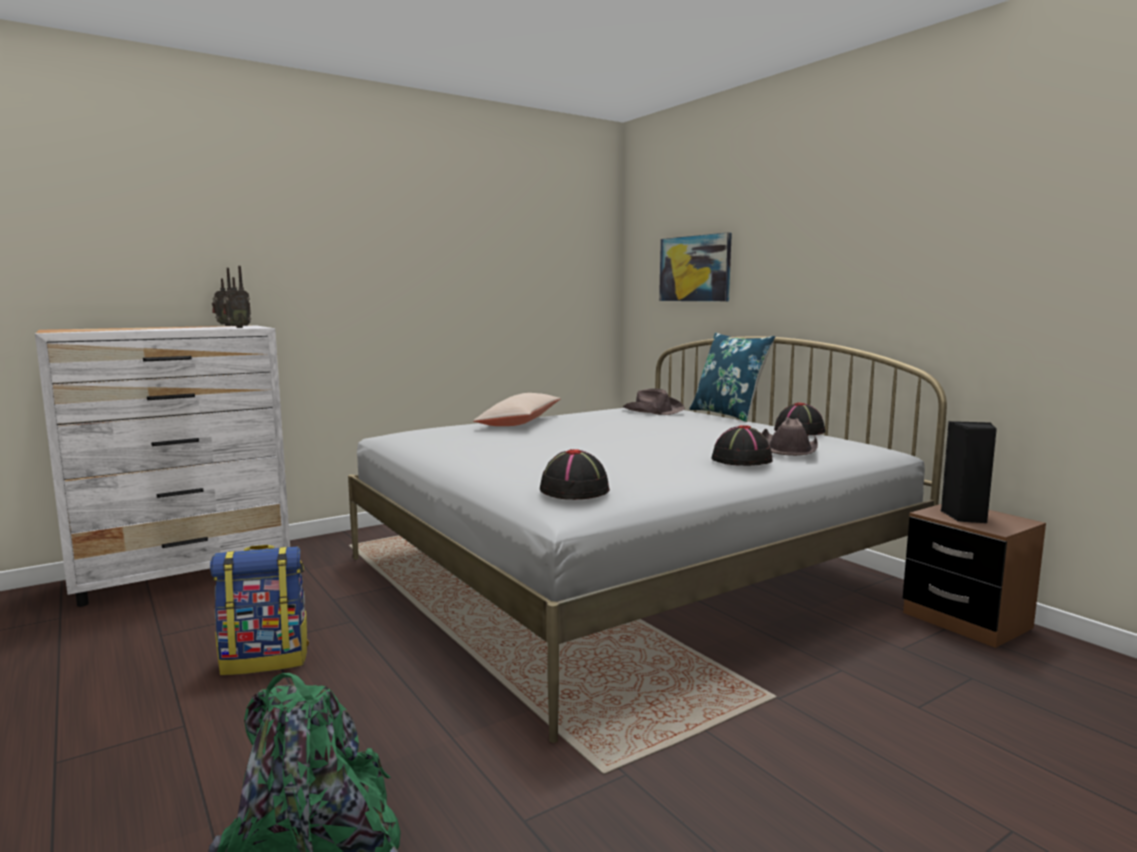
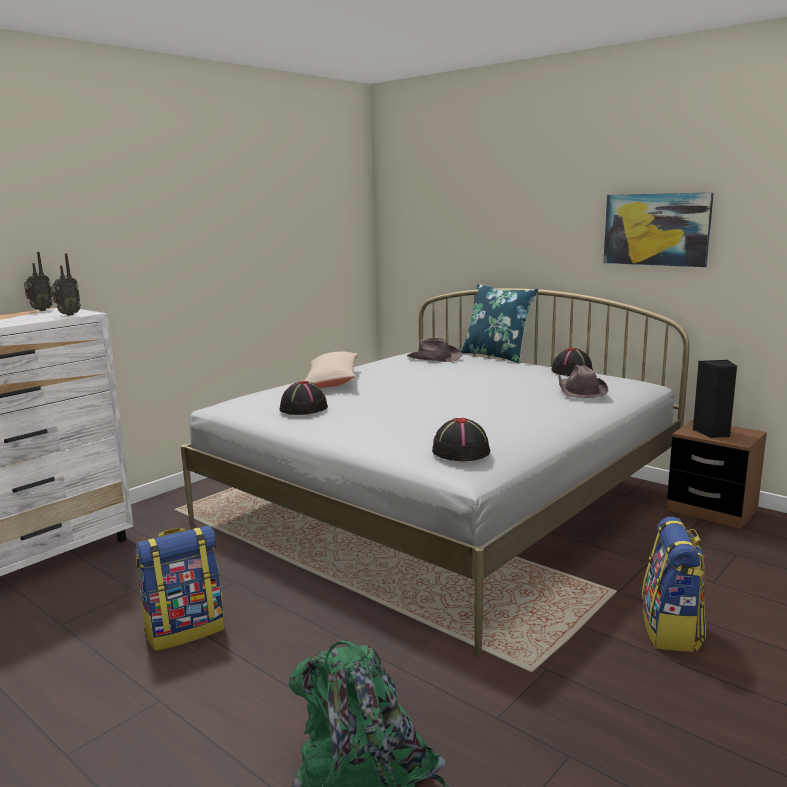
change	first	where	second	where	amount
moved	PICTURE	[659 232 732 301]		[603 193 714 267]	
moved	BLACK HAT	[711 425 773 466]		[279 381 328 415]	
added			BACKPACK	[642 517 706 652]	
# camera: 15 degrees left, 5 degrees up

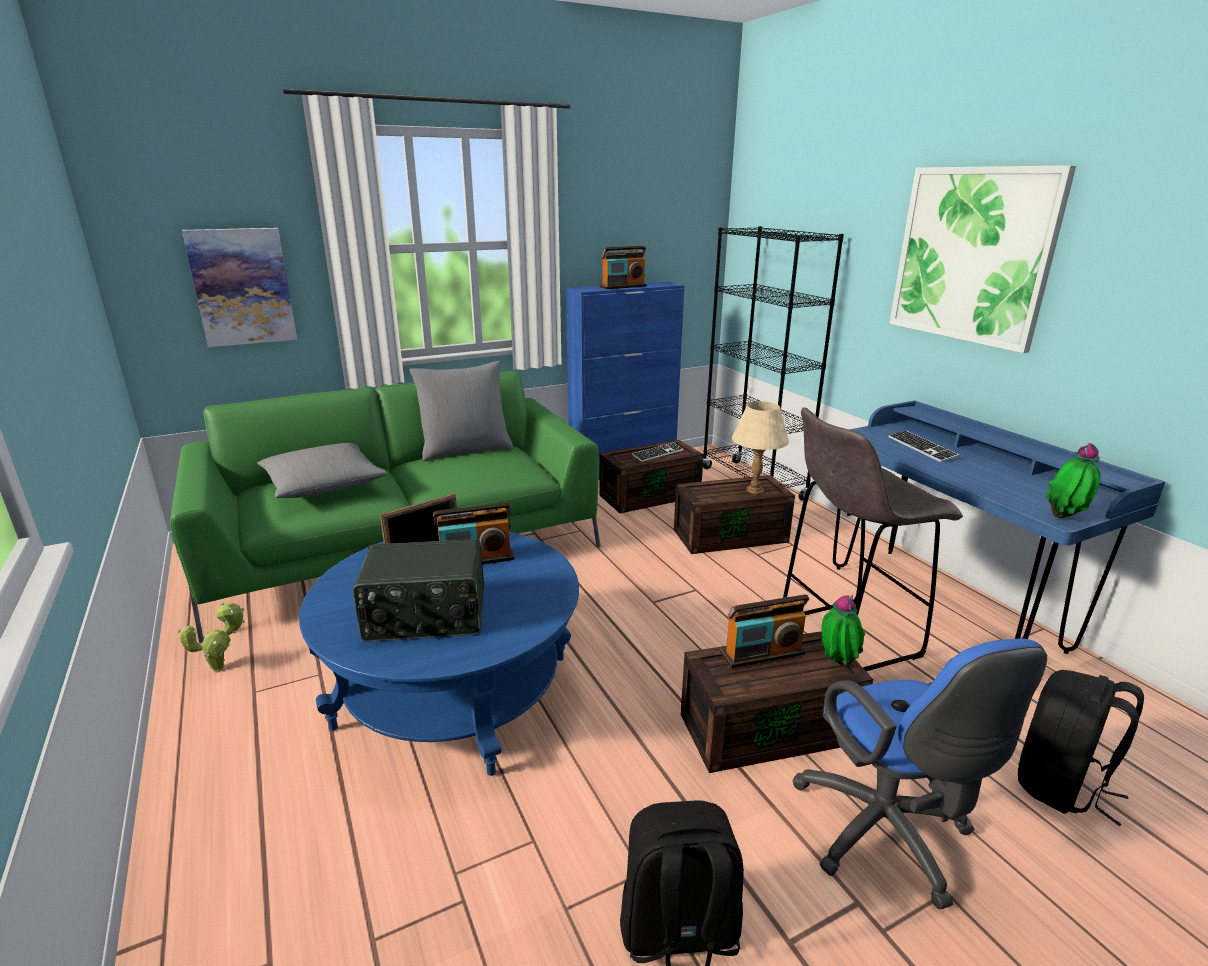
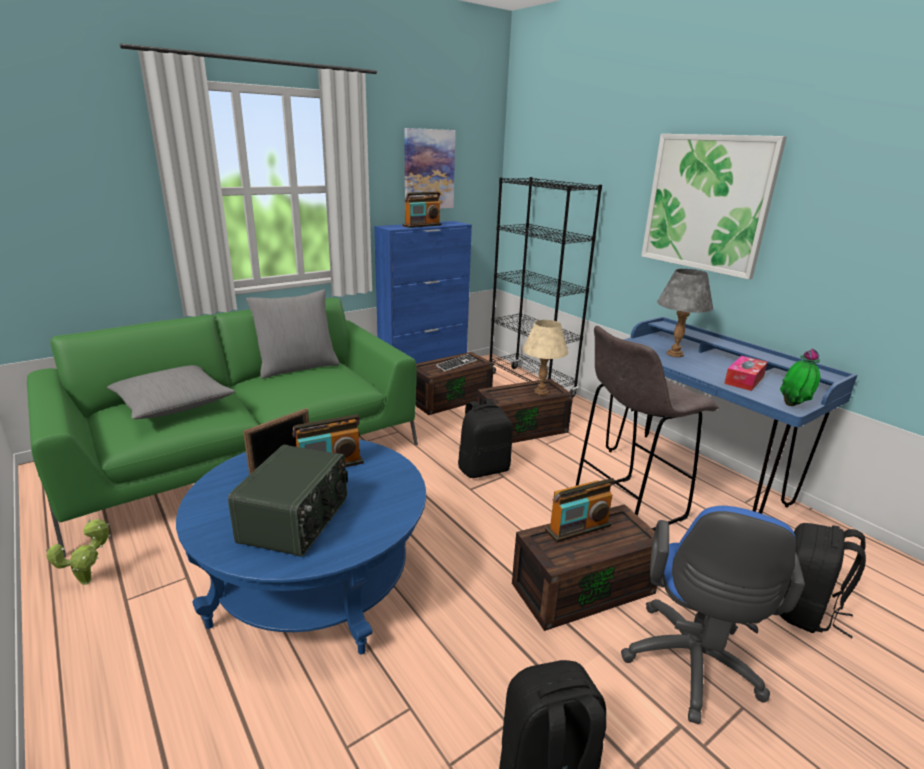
change	first	where	second	where	amount
moved	PICTURE	[182 228 297 347]		[404 128 455 209]	
turned	RADIO	[353 539 484 642]		[228 445 348 557]	60 degrees counterclockwise
turned	BLUE OFFICE CHAIR	[792 638 1047 909]		[621 506 805 724]	45 degrees clockwise
removed	POTTED PLANT	[821 595 865 666]			
replaced	KEYBOARD	[888 430 959 462]	GREY TABLE LAMP	[657 269 713 357]	
added			BLACK BACKPACK	[458 399 513 478]	
added			TISSUE BOX	[724 356 768 391]	
# camera: 10 degrees left, 0 degrees up

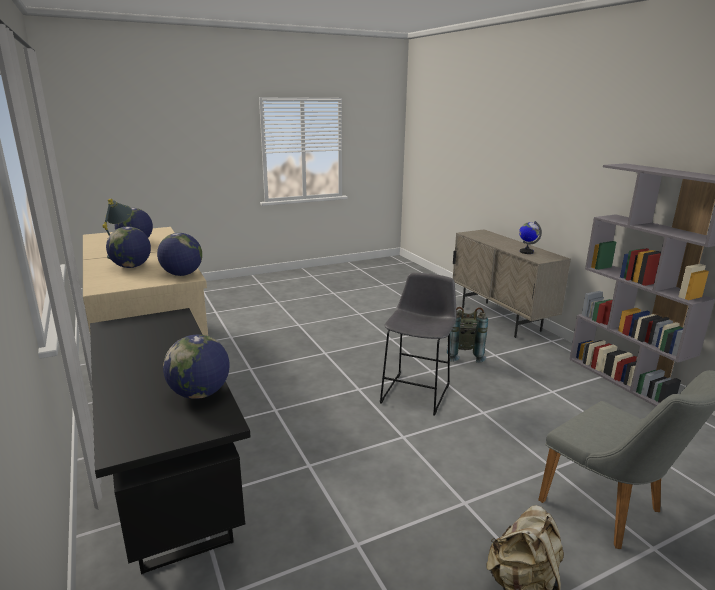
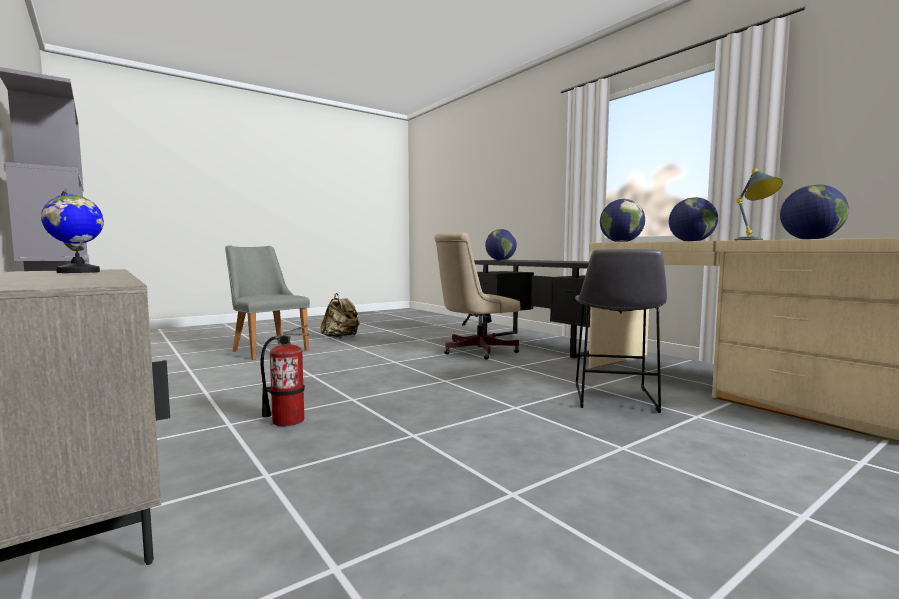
change	first	where	second	where	amount
moved	GREY STOOL	[380 273 456 416]		[575 249 667 413]	
replaced	GREY BACKPACK	[447 307 488 363]	FIRE EXTINGUISHER	[261 324 309 426]	
added			BEIGE OFFICE CHAIR	[434 233 520 360]	
# camera: 170 degrees right, 15 degrees down

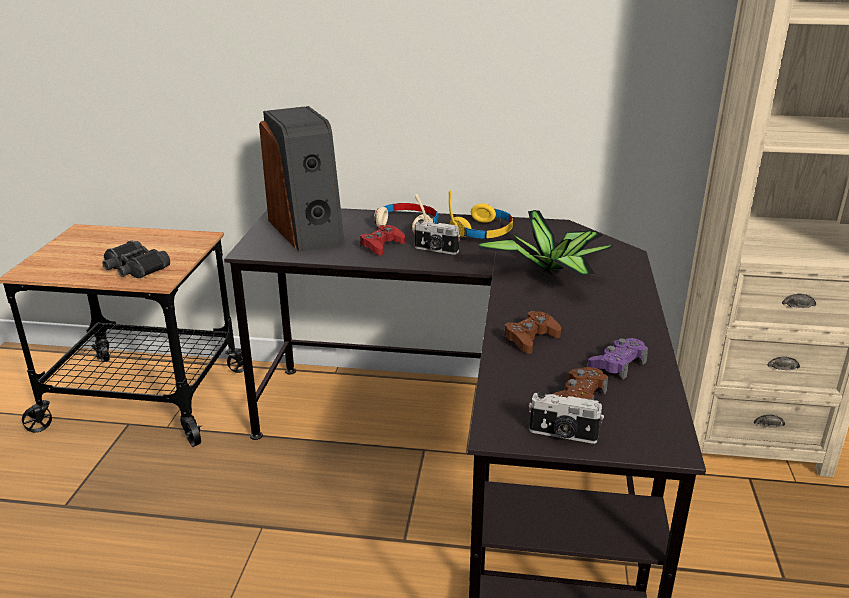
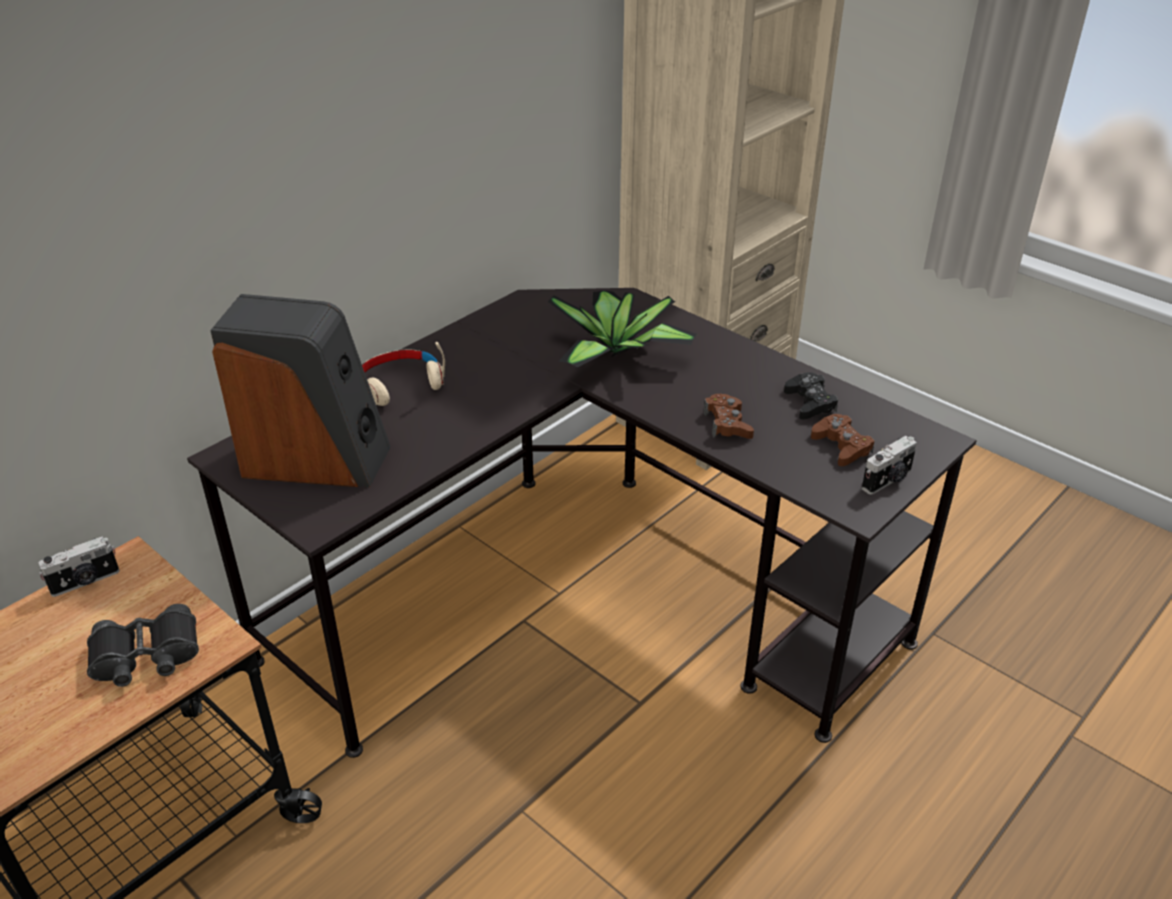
change	first	where	second	where	amount
removed	RED GAME CONTROLLER	[360 225 405 255]			
moved	PHOTO CAMERA	[414 219 460 255]		[38 536 119 597]	
removed	YELLOW HEADPHONES	[449 190 513 239]			
recoloured	PURPLE GAME CONTROLLER	[587 338 648 380]	BLACK GAME CONTROLLER	[784 372 838 419]	
# camera: 55 degrees left, 10 degrees up

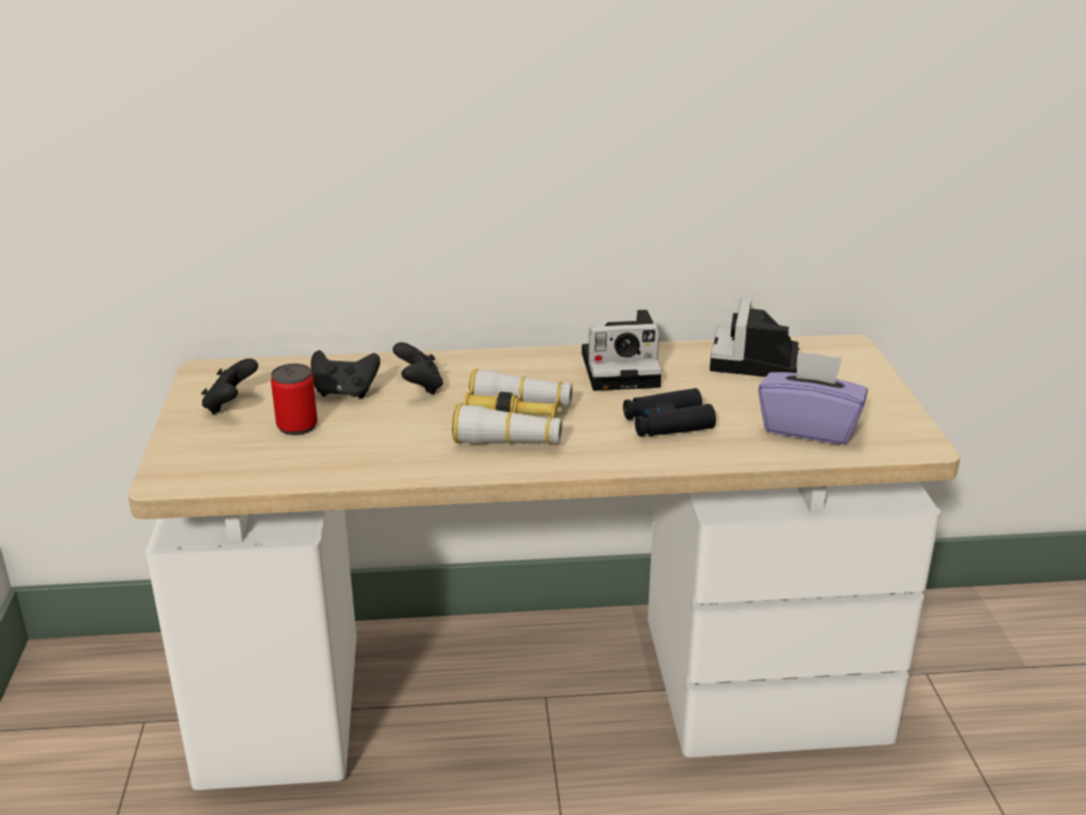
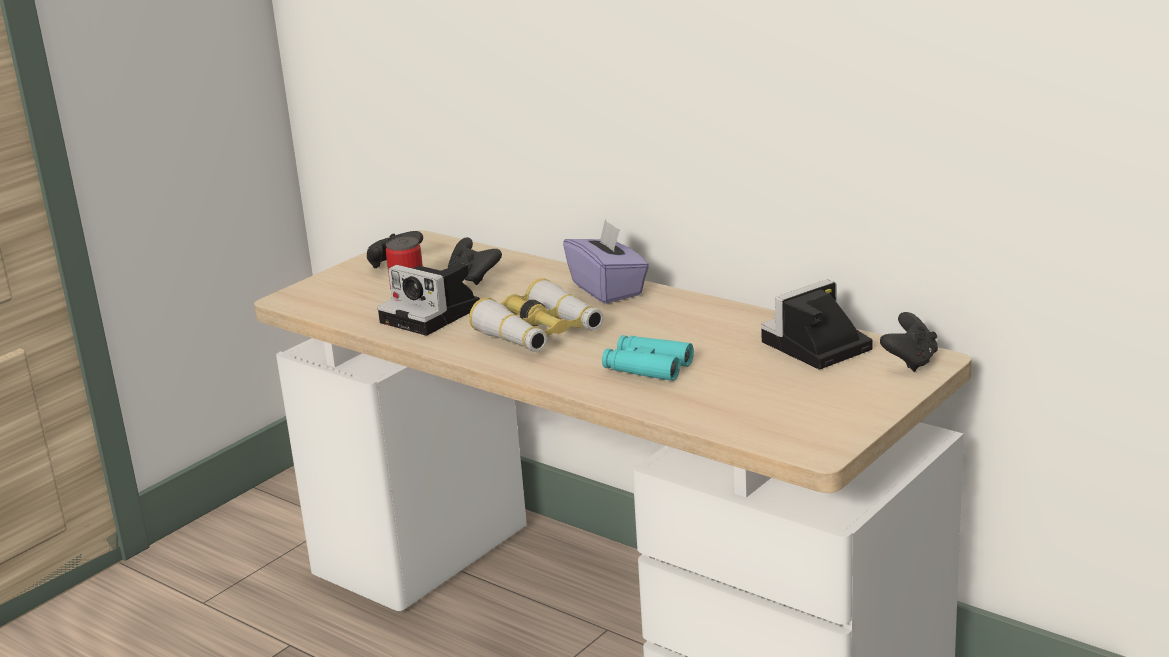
change	first	where	second	where	amount
moved	BLACK GAME CONTROLLER	[393 342 443 395]		[880 312 938 372]	
moved	PHOTO CAMERA	[582 310 662 391]		[377 263 480 336]	
recoloured	BLACK BINOCULARS	[623 388 716 437]	TURQUOISE BINOCULARS	[602 335 694 381]	
moved	PURPLE TISSUE BOX	[758 350 868 445]		[563 219 649 304]	
# camera: 45 degrees right, 5 degrees down

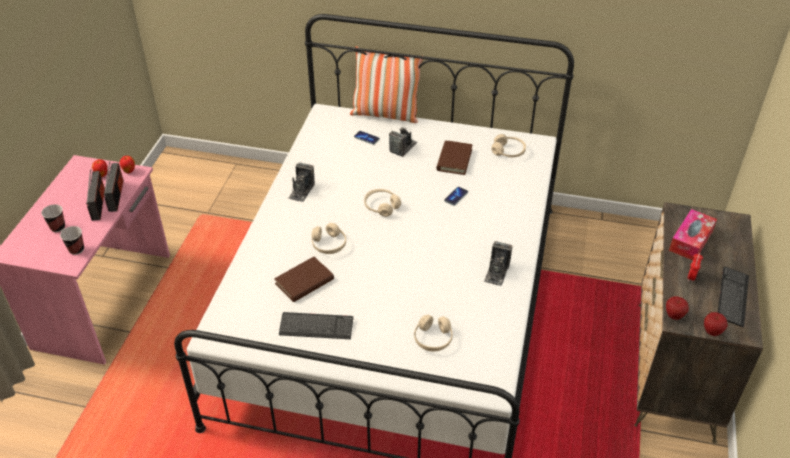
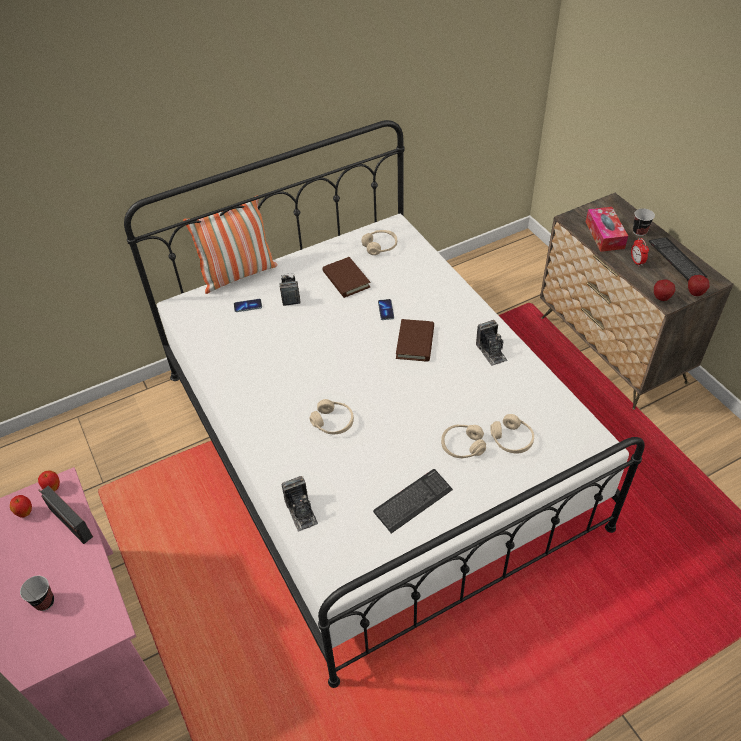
change	first	where	second	where	amount
moved	CUP	[60 226 84 255]		[633 208 655 236]	
removed	RADIO	[86 169 105 221]			
moved	BROWN BOOK	[274 257 334 302]		[396 319 434 362]	
moved	PHOTO CAMERA	[288 162 315 202]		[282 476 318 532]	
moved	BEIGE HEADPHONES	[364 189 401 217]		[441 424 486 459]	
# camera: 40 degrees left, 5 degrees up

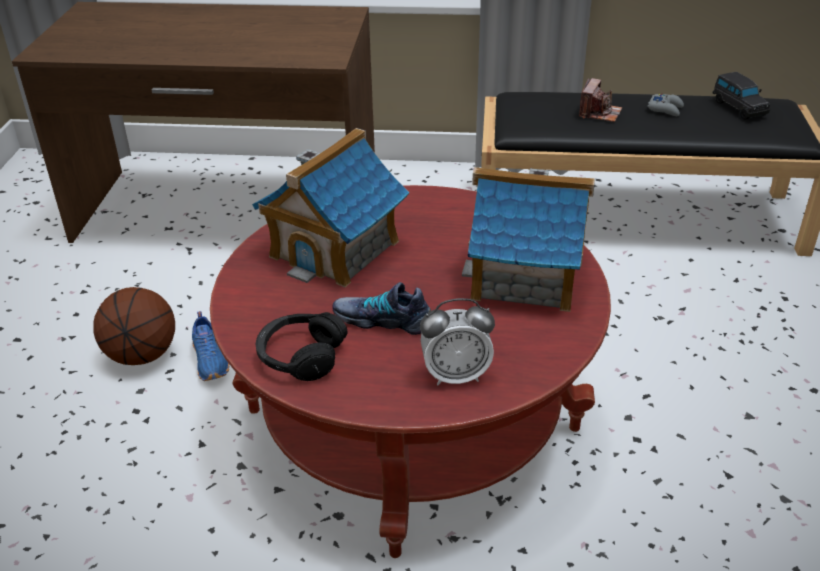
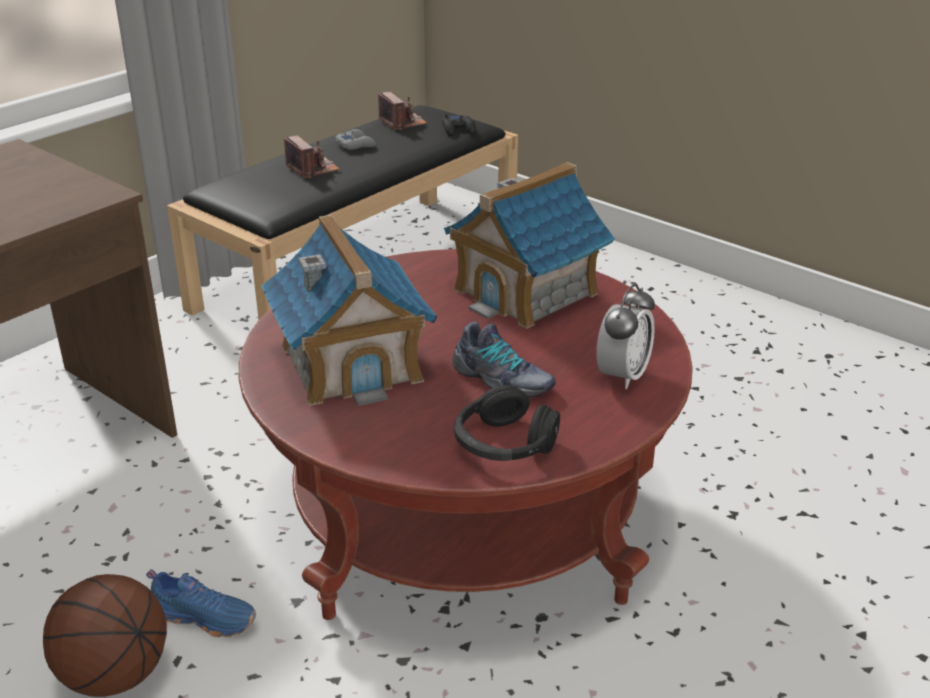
change	first	where	second	where	amount
turned	SHOE	[332 282 431 335]		[452 322 556 398]	105 degrees counterclockwise
replaced	BLACK TOY CAR	[712 72 770 120]	PHOTO CAMERA	[378 92 427 130]	
added			BLACK GAME CONTROLLER	[442 114 476 136]	
# camera: 55 degrees left, 5 degrees down

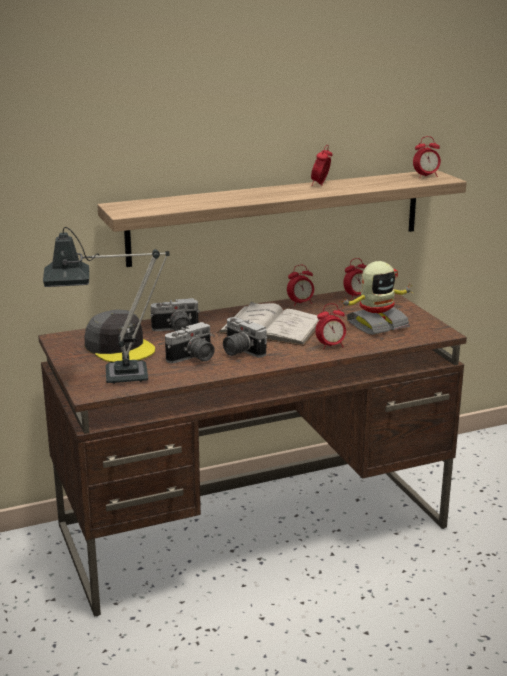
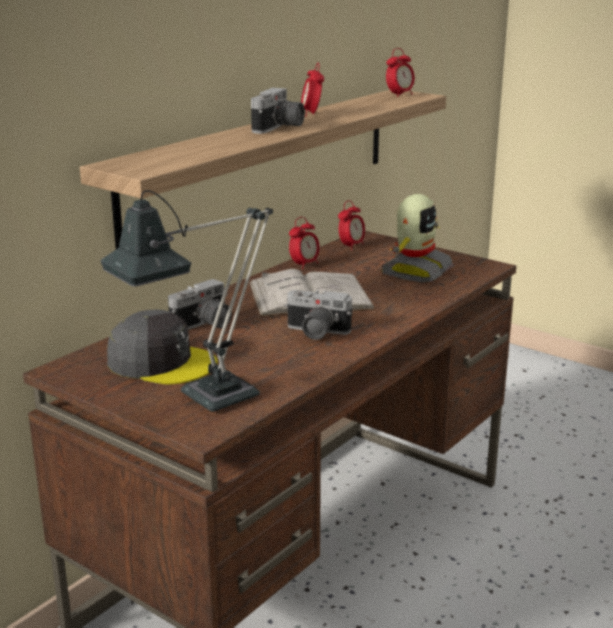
change	first	where	second	where	amount
moved	PHOTO CAMERA	[165 322 215 363]		[251 88 305 134]	
removed	ALARM CLOCK	[315 303 346 350]			
# camera: 30 degrees left, 0 degrees up

